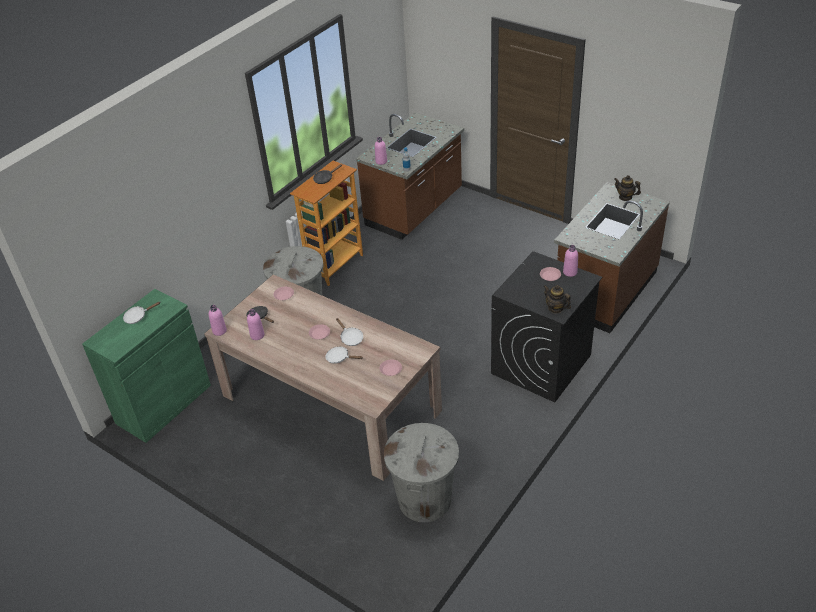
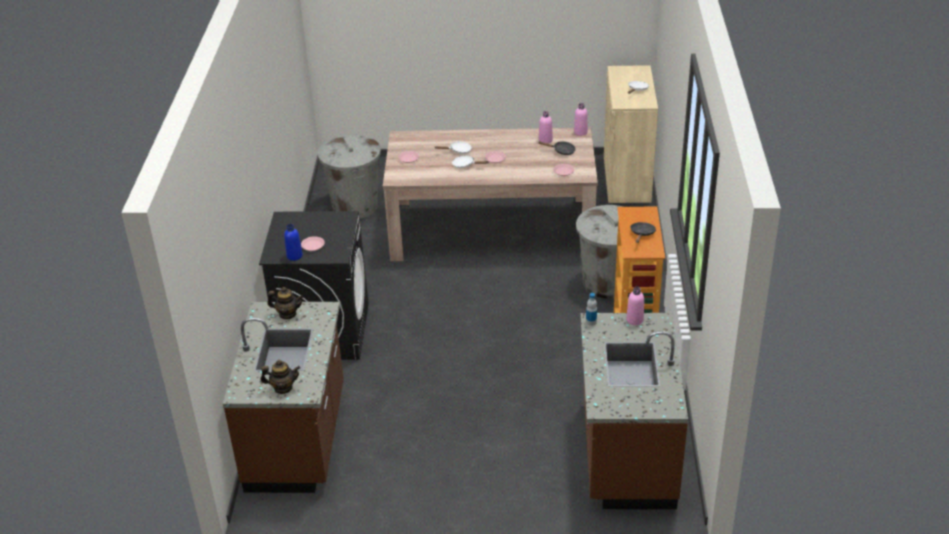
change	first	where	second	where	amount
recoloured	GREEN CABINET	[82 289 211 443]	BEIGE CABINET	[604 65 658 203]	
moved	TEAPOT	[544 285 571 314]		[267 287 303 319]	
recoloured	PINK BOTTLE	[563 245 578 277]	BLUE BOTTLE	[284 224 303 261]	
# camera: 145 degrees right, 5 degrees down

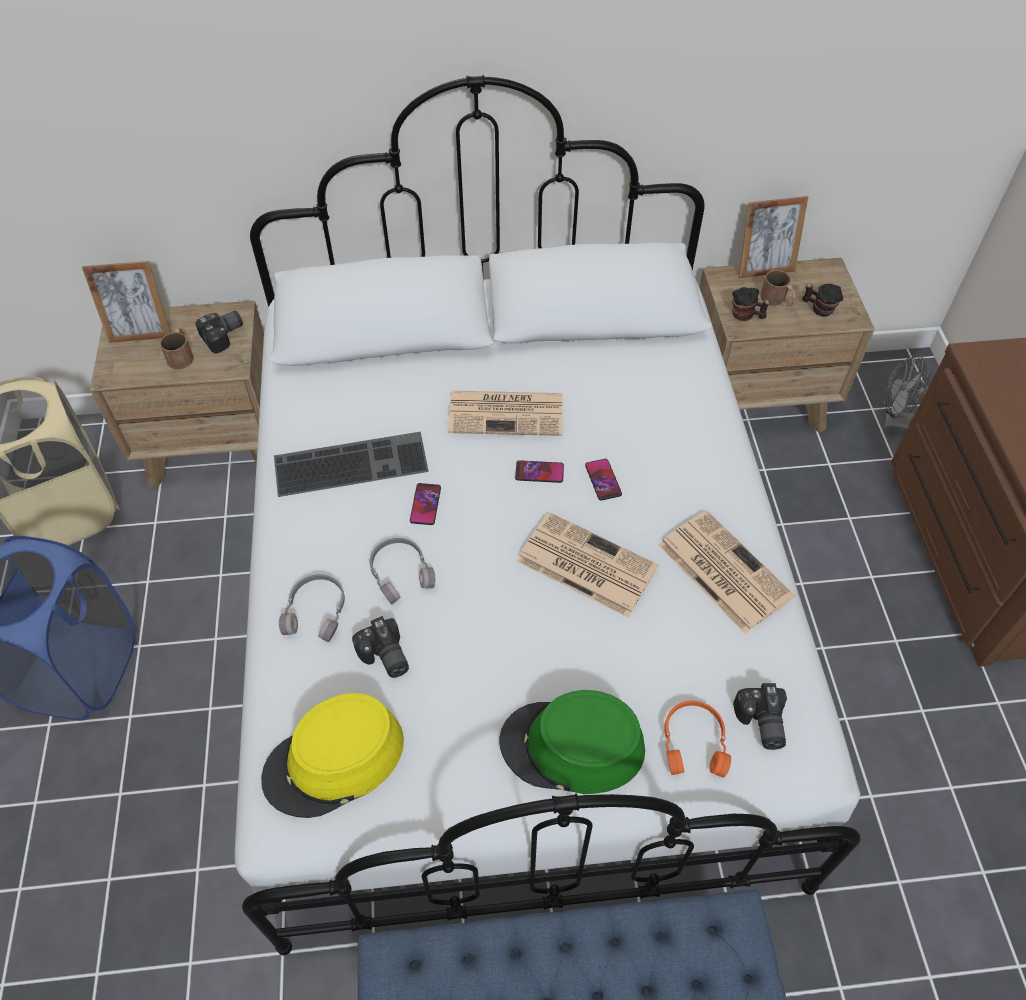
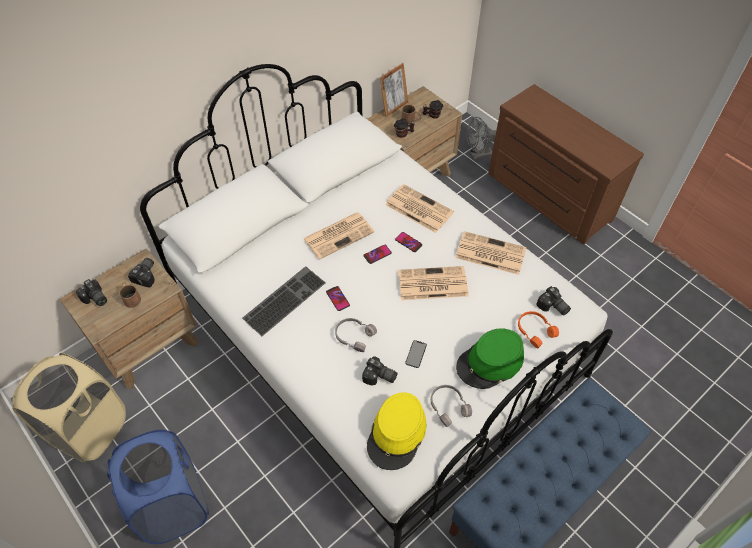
change	first	where	second	where	amount
replaced	PICTURE FRAME	[82 261 171 343]	PHOTO CAMERA	[76 279 107 306]	
moved	GREY HEADPHONES	[279 574 345 642]		[431 385 472 427]	
added			NEWSPAPER	[385 184 454 233]	
added			PHONE	[405 340 427 368]	
# camera: 35 degrees left, 0 degrees up

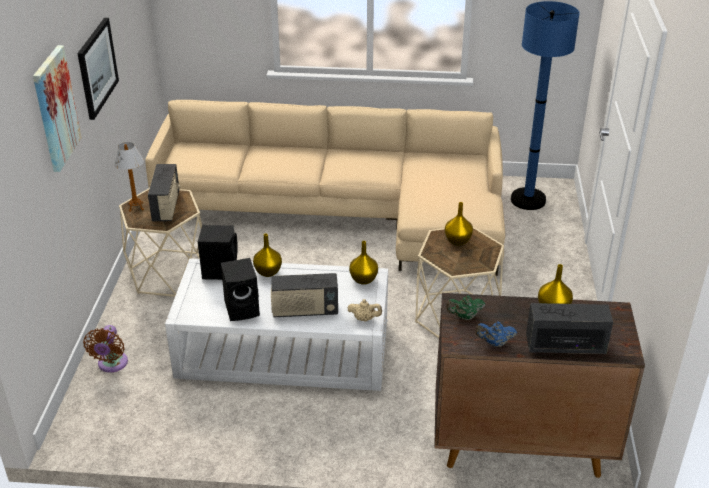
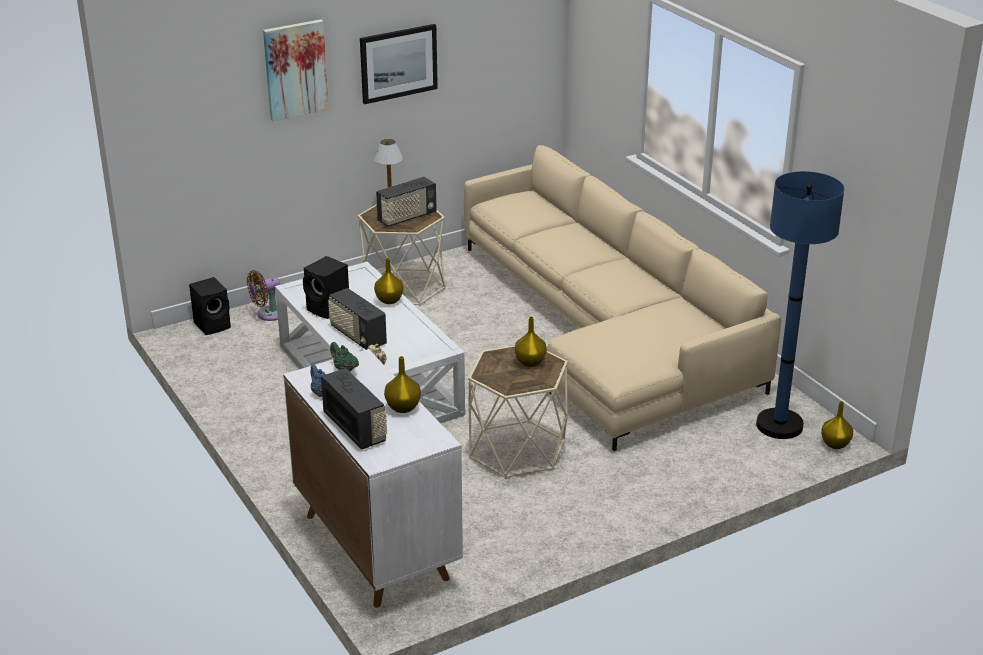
change	first	where	second	where	amount
moved	BLACK SPEAKER	[198 225 238 280]		[189 277 231 335]	
moved	YELLOW VASE	[349 241 378 285]		[821 401 853 449]	
recoloured	BROWN CABINET	[434 293 645 478]	WHITE CABINET	[283 349 463 608]	
# camera: 55 degrees right, 5 degrees down

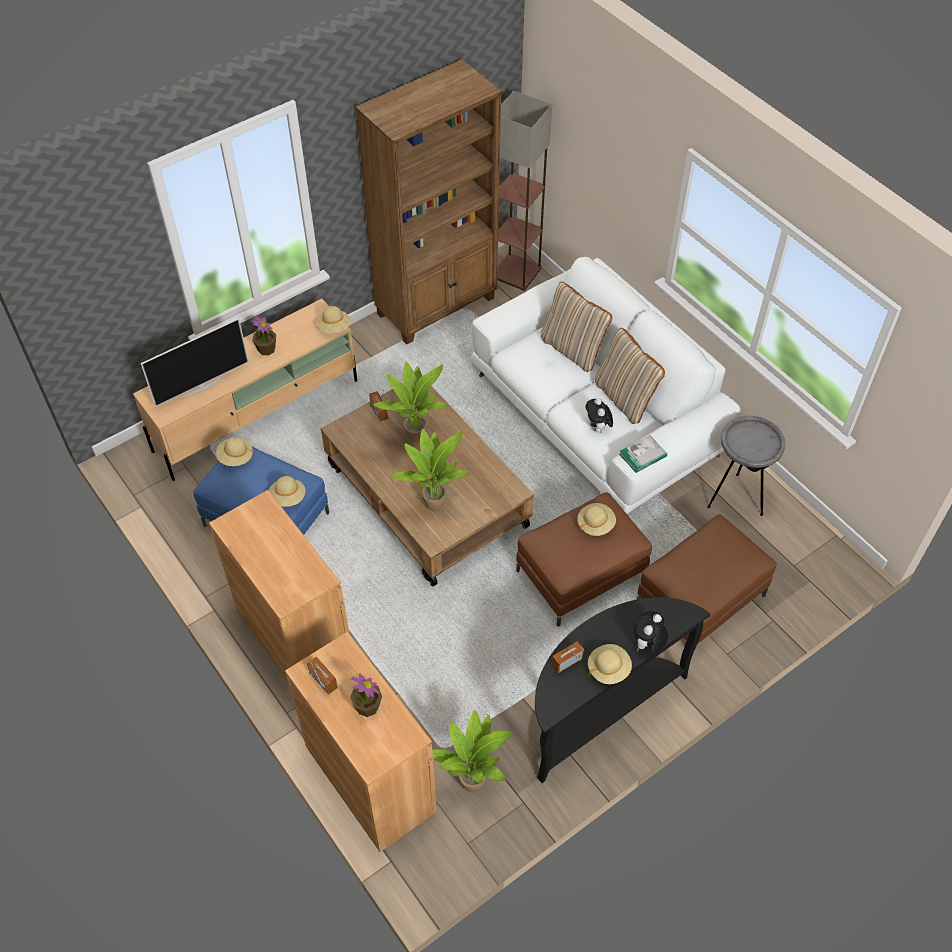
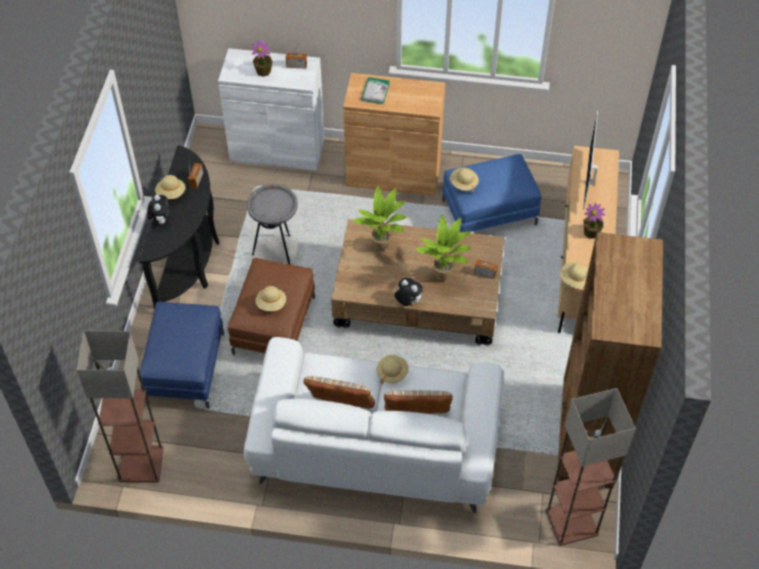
change	first	where	second	where	amount
moved	BEIGE HAT	[216 437 254 466]		[376 355 409 384]	
recoloured	BROWN CABINET	[285 632 437 852]	WHITE CABINET	[218 48 324 171]	
removed	POTTED PLANT	[432 710 511 792]			
moved	PLUSH TOY	[585 398 613 434]		[394 278 423 306]	
moved	BOOK	[619 435 667 473]		[361 77 390 104]	
recoloured	BROWN OTTOMAN	[636 514 777 644]	BLUE OTTOMAN	[139 301 224 409]	
moved	GREY SIDE TABLE	[707 416 785 516]		[247 184 298 264]	
added			FLOOR LAMP	[77 331 163 483]	
# camera: 135 degrees right, 0 degrees up

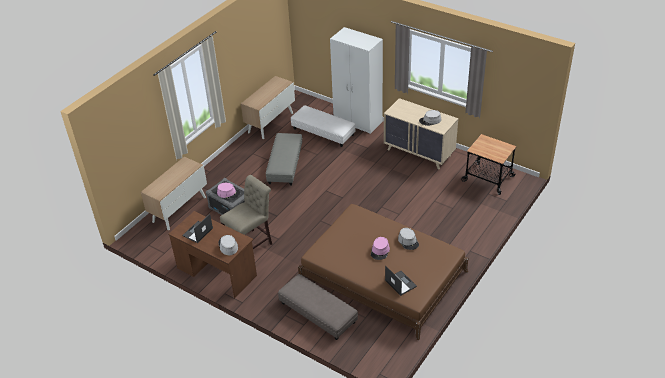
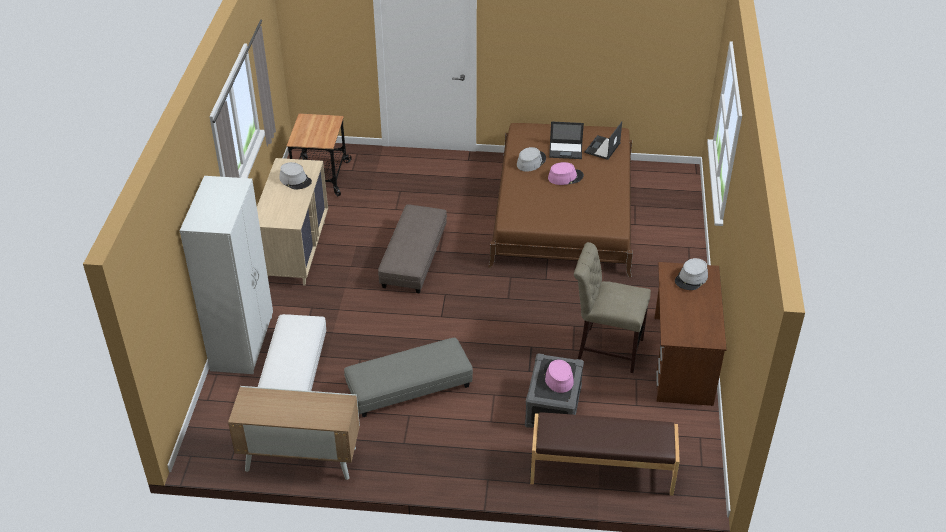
change	first	where	second	where	amount
replaced	CABINET	[141 157 207 230]	BROWN BENCH	[530 412 680 496]	
moved	LAPTOP	[182 214 213 243]		[549 121 584 159]	
moved	GREY OTTOMAN	[278 274 358 340]		[378 204 447 294]	
# camera: 120 degrees left, 0 degrees up

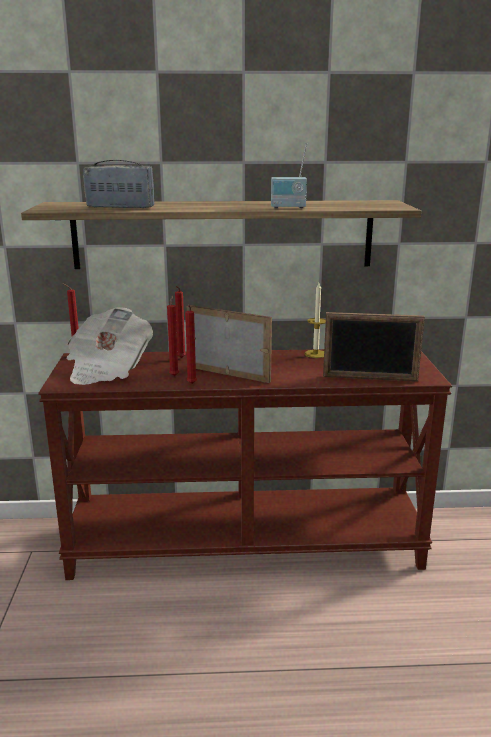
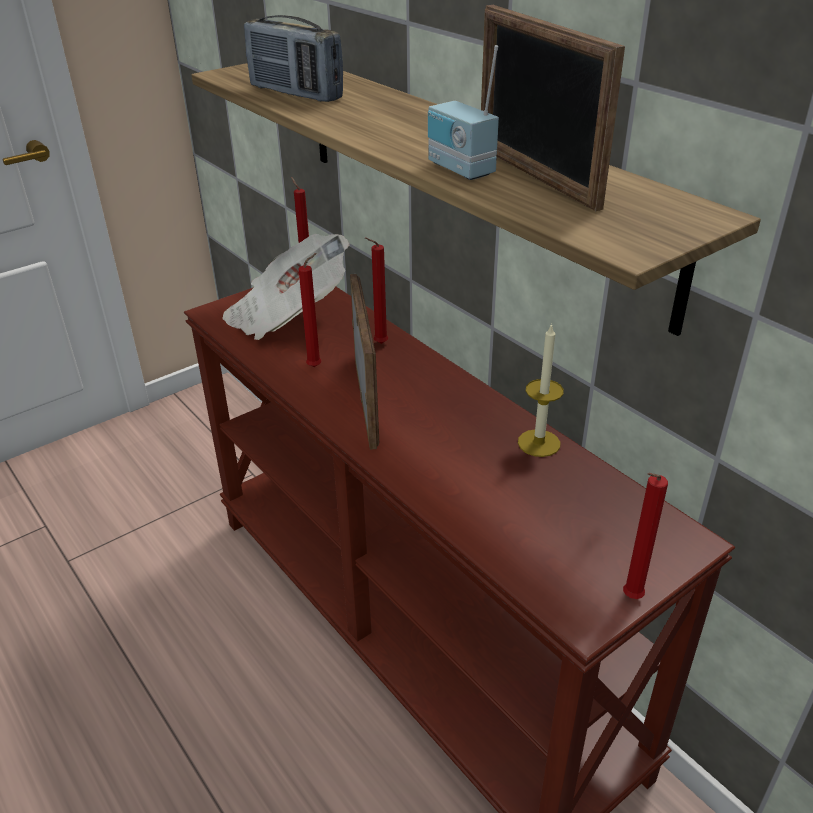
change	first	where	second	where	amount
turned	RADIO	[83 160 154 208]		[244 15 343 102]	150 degrees clockwise
moved	RED CANDLE	[185 306 197 384]		[623 473 668 599]	
moved	PICTURE FRAME	[323 312 425 382]		[481 5 625 211]	
# camera: 55 degrees right, 15 degrees up

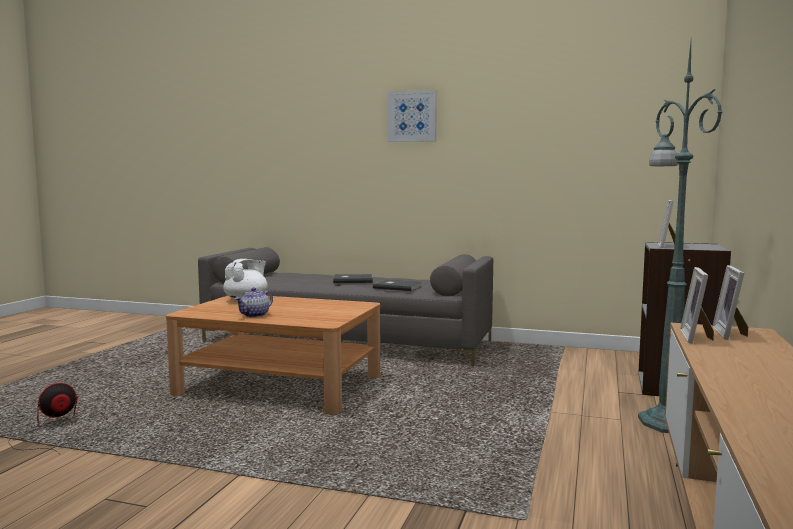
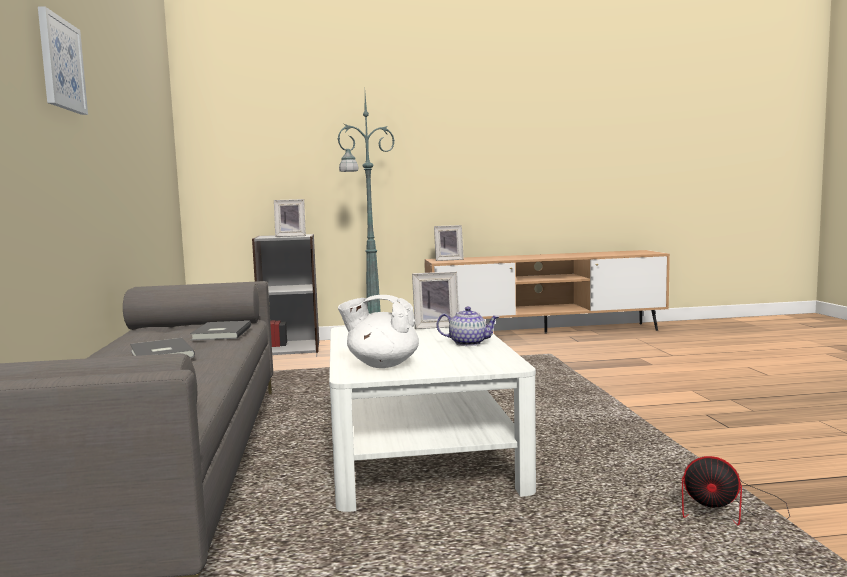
change	first	where	second	where	amount
recoloured	BROWN COFFEE TABLE	[166 296 380 415]	WHITE COFFEE TABLE	[329 324 536 512]	
moved	PICTURE FRAME	[680 267 714 344]		[412 271 459 329]	
# camera: 115 degrees left, 0 degrees up

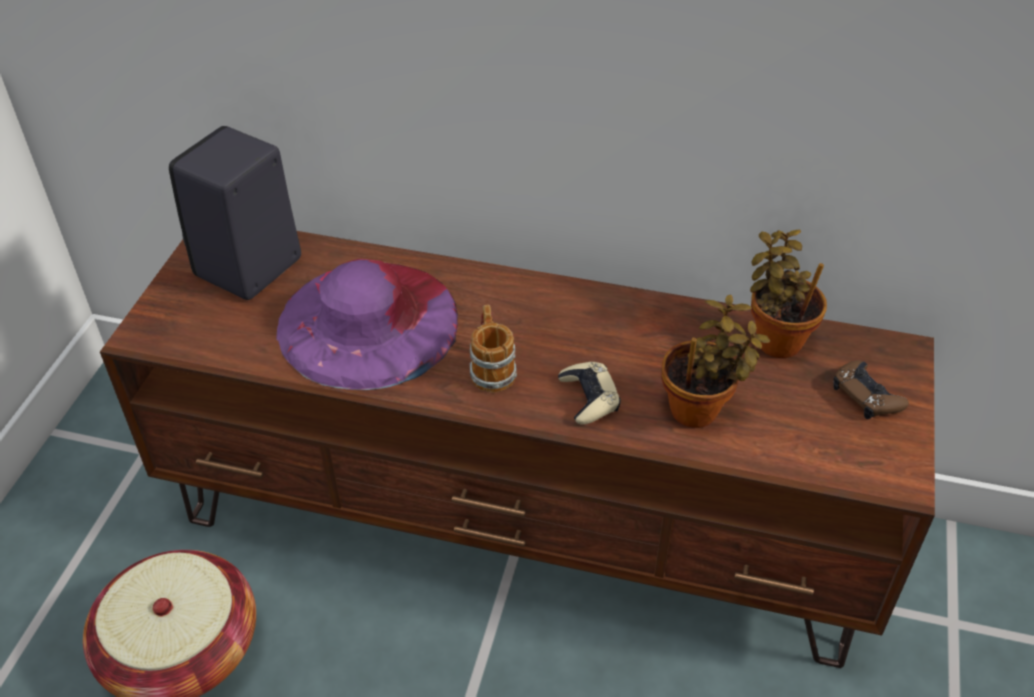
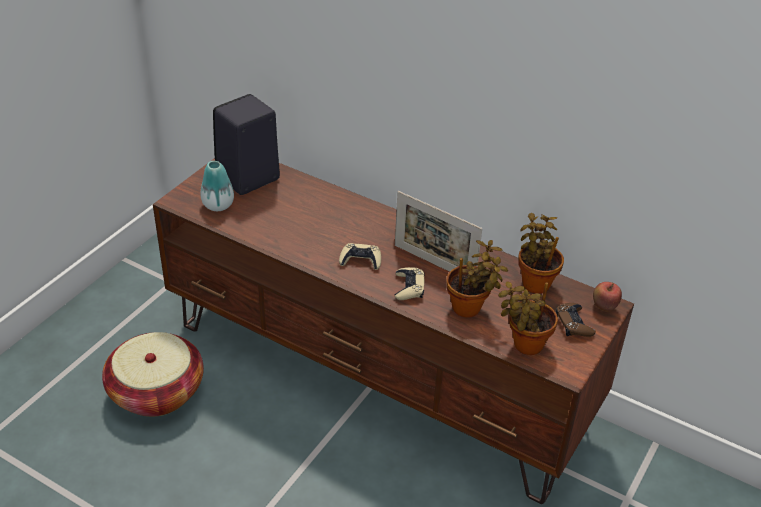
change	first	where	second	where	amount
removed	PURPLE HAT	[276 259 458 390]			
replaced	MUG	[470 304 517 393]	BEIGE GAME CONTROLLER	[339 243 381 270]	
added			VASE	[201 161 234 211]	
added			PICTURE FRAME	[395 191 482 272]	
added			POTTED PLANT	[498 281 558 355]	
added			APPLE	[593 282 622 311]	
# camera: 15 degrees right, 5 degrees down

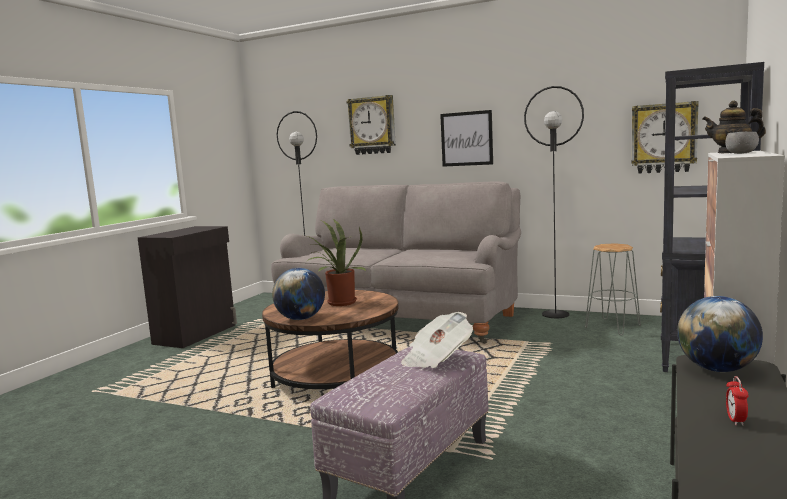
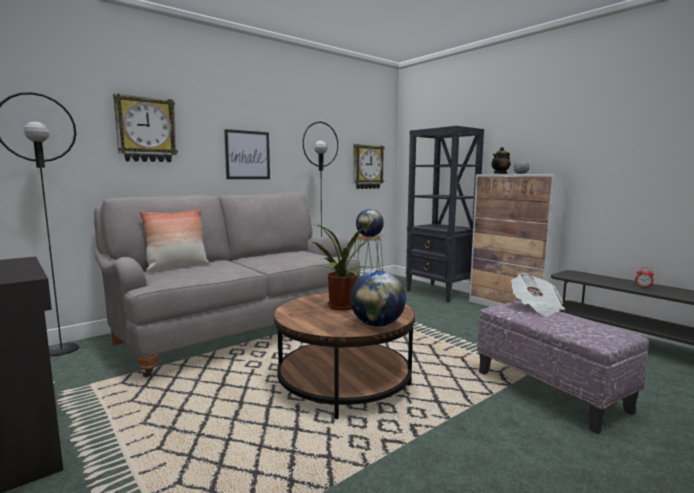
change	first	where	second	where	amount
moved	GLOBE	[677 296 763 372]		[356 209 384 237]	
added			PILLOW	[139 209 210 273]	
# camera: 65 degrees left, 0 degrees up

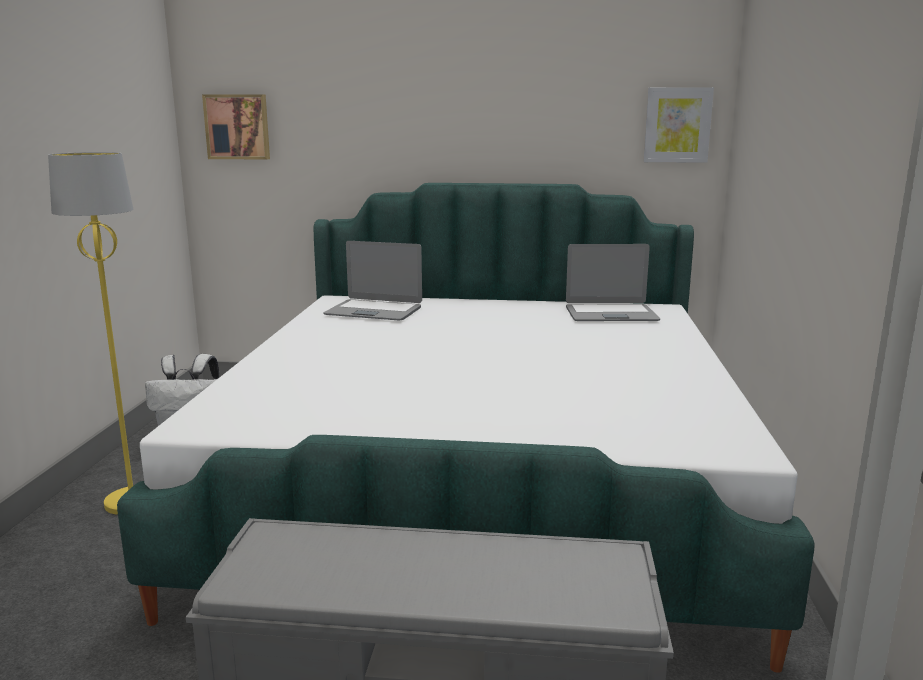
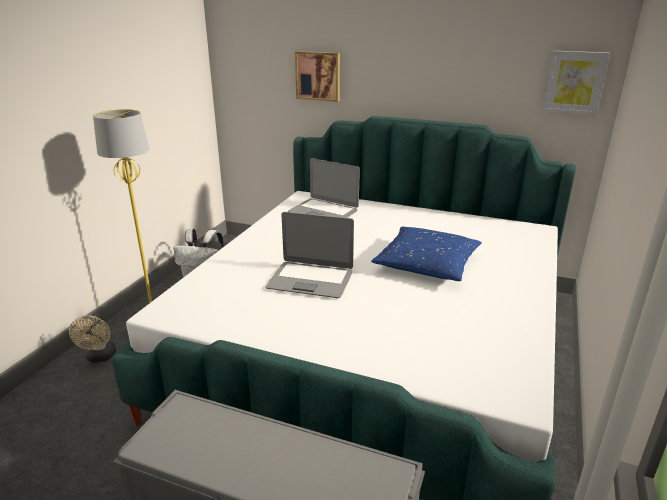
change	first	where	second	where	amount
moved	PICTURE	[202 94 270 160]		[295 51 340 102]	
moved	LAPTOP	[566 244 660 321]		[266 212 354 298]	
added			BEIGE FAN	[69 314 116 363]	
added			BLUE PILLOW	[371 226 482 281]	
# camera: 15 degrees right, 10 degrees up

